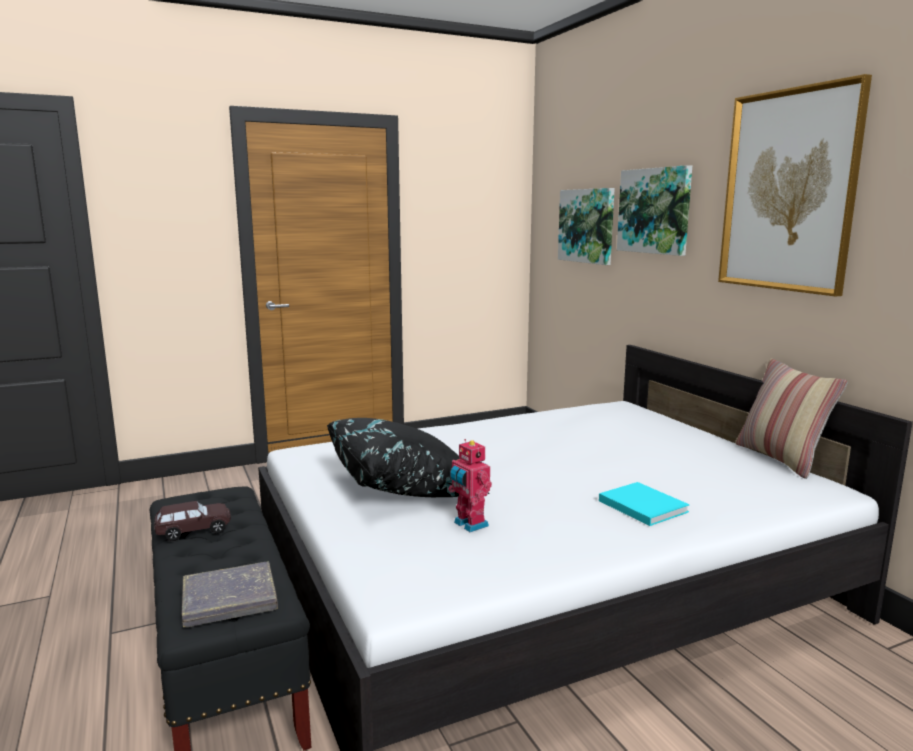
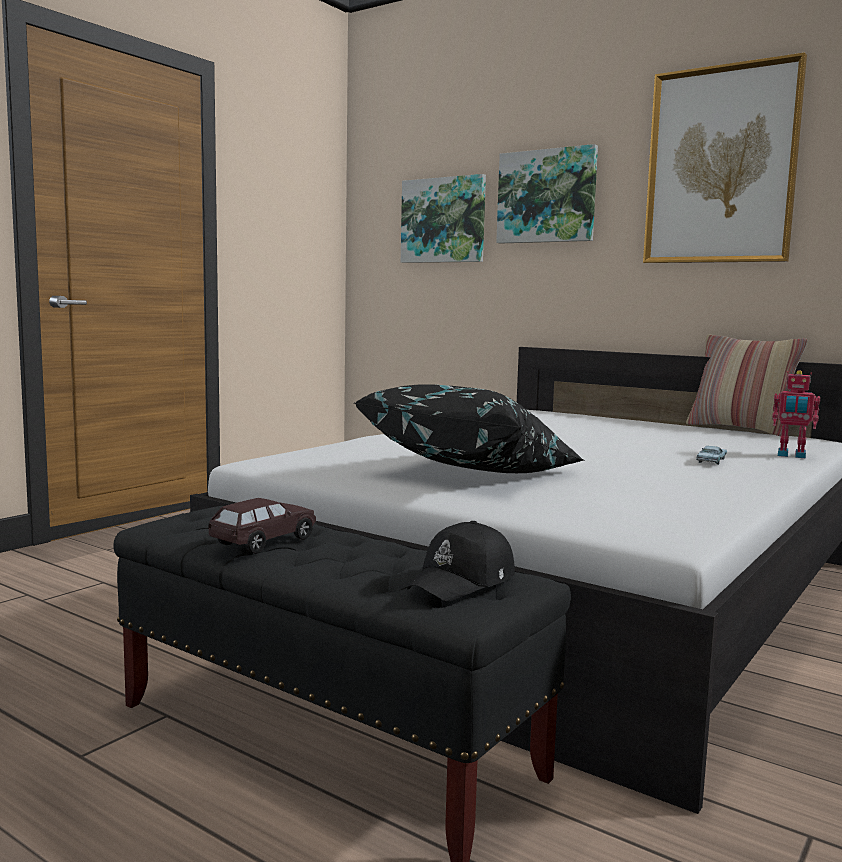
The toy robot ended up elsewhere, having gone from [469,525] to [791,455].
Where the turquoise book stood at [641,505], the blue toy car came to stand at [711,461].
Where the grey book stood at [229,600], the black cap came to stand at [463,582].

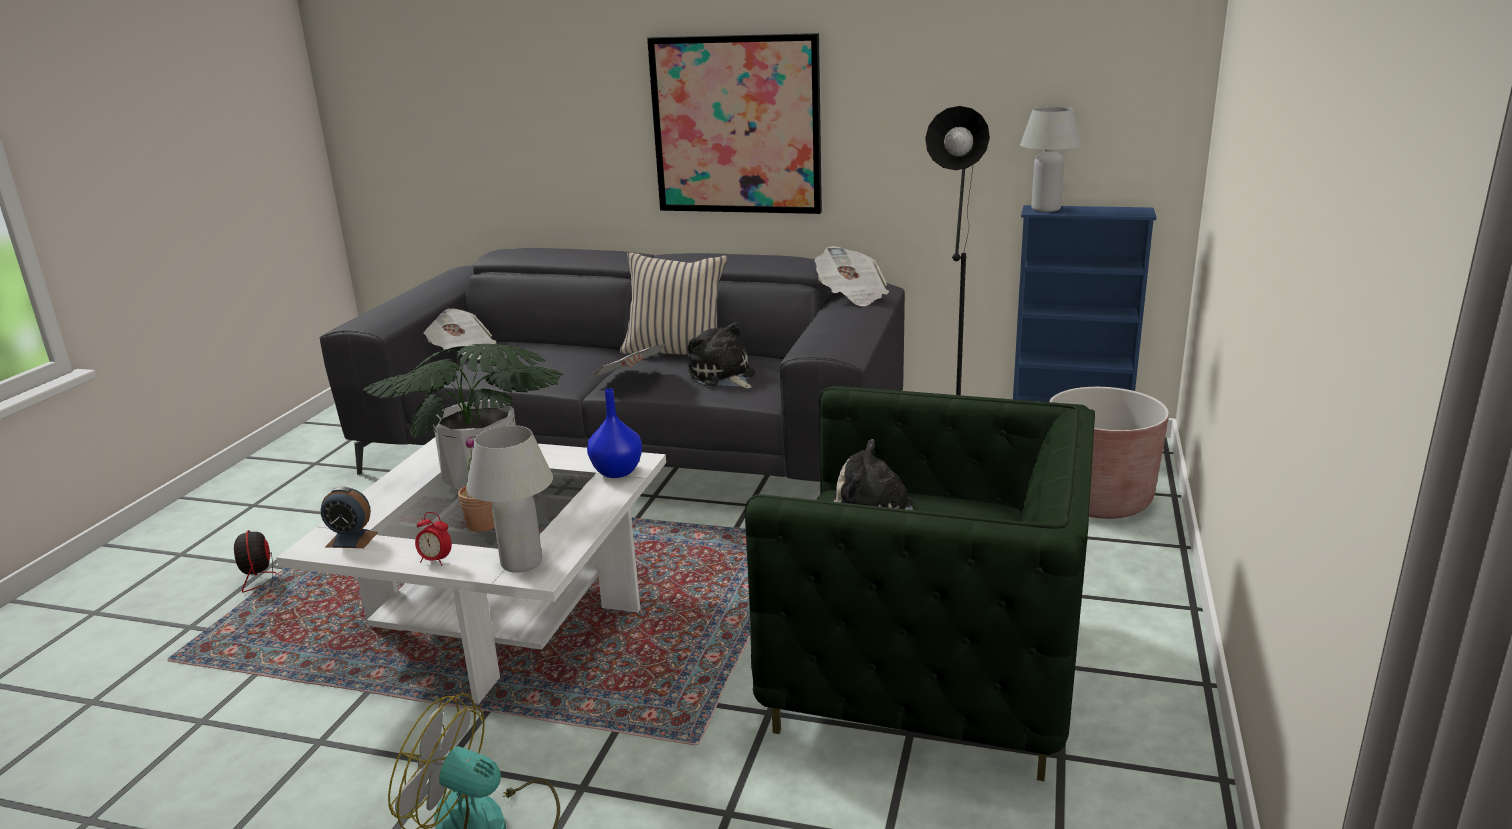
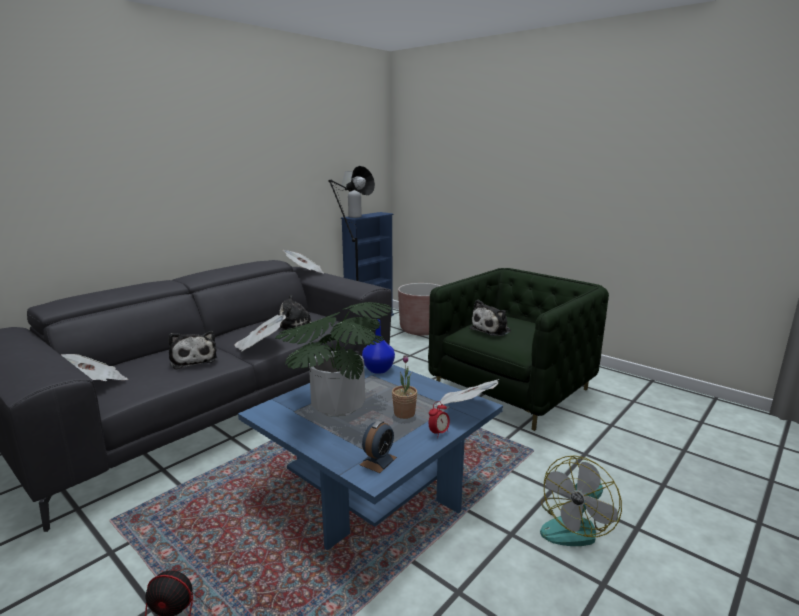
The second view lost the picture at [736,125].
The second view lost the beige pillow at [676,352].
Where the white table lamp stood at [521,563], the newspaper came to stand at [464,408].
What was the white coffee table at [505,619] turned into the blue coffee table at [374,488].
The second view gained the plush toy at [193,359].

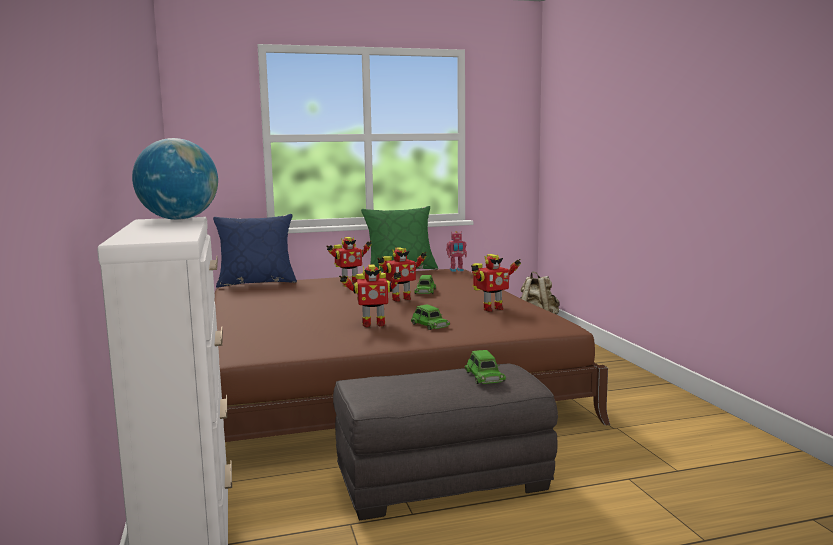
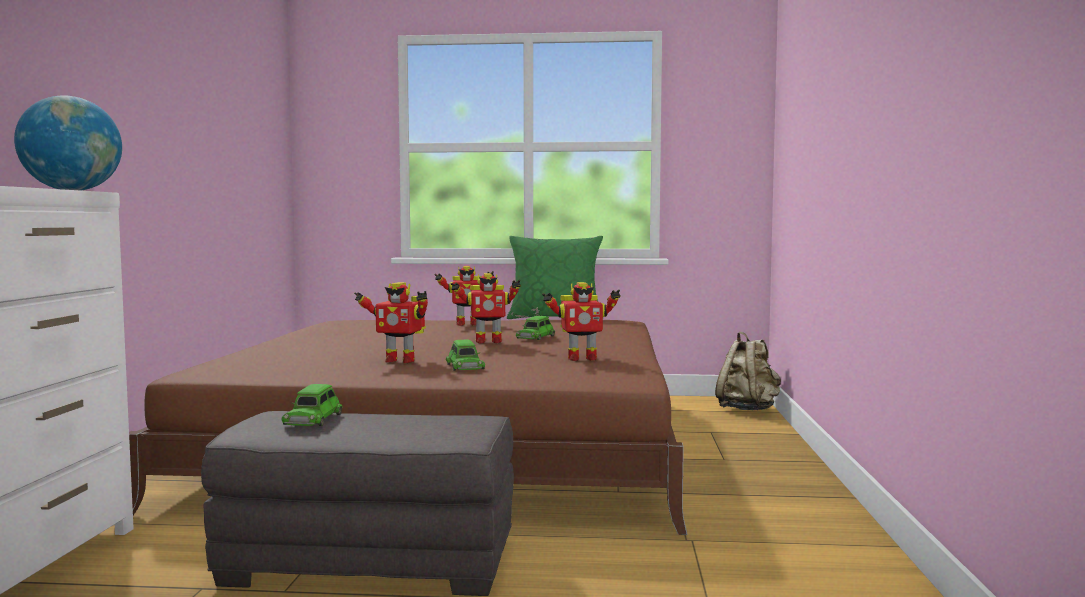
The second view lost the blue pillow at [257,282].
The second view lost the toy robot at [456,270].
The green toy car ended up elsewhere, having gone from [484,376] to [313,419].

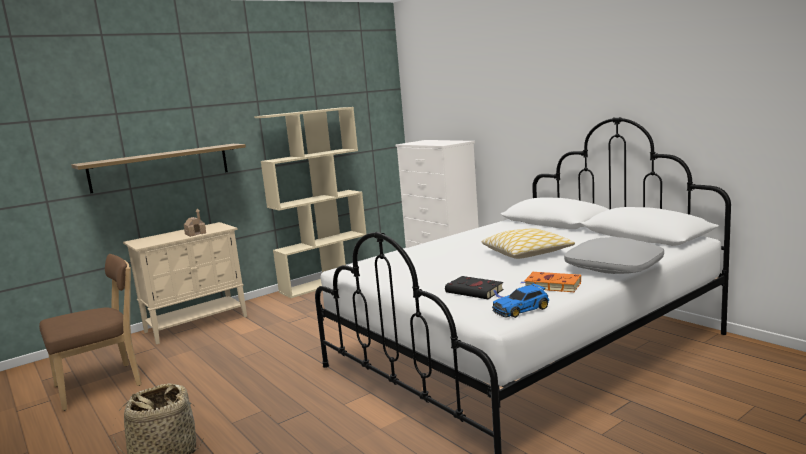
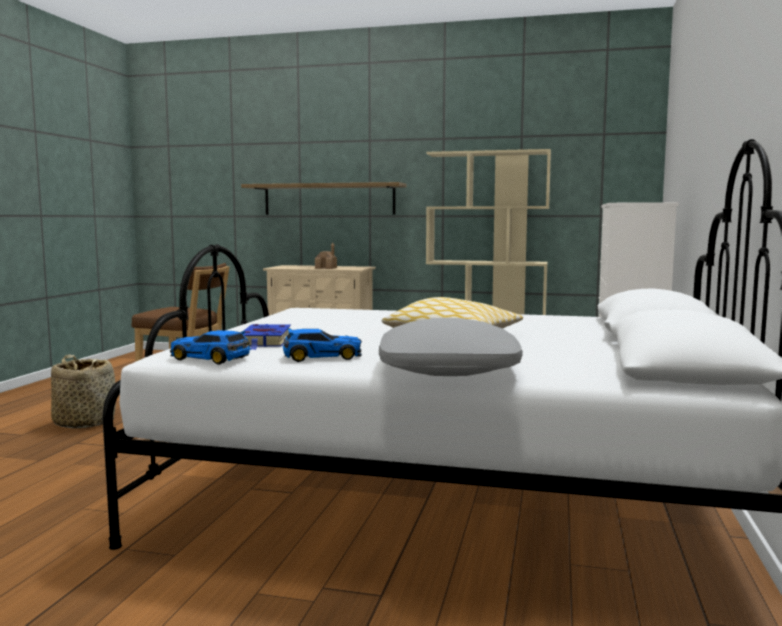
Where the orange book stood at [551,285], the toy car came to stand at [320,357].
What was the black book at [476,291] turned into the blue book at [265,341].

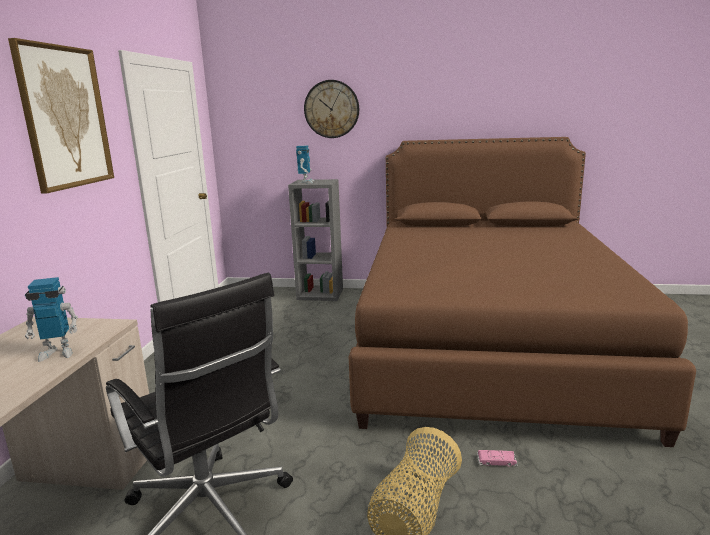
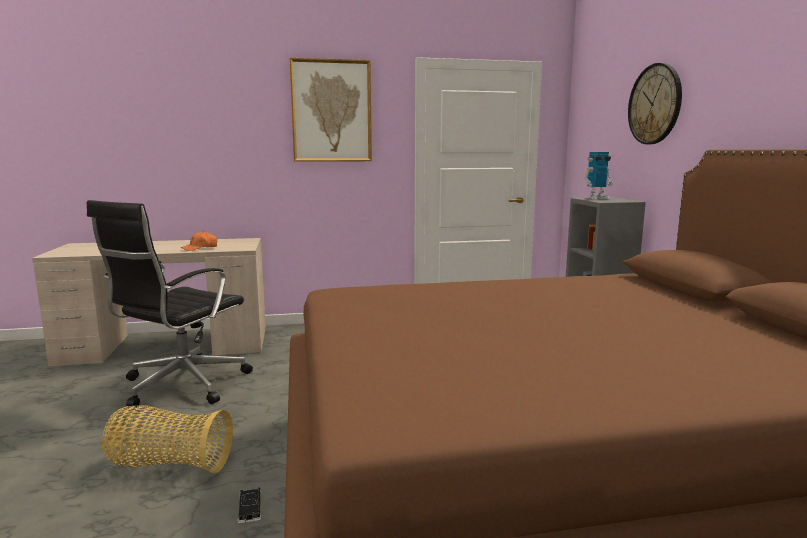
Where the toy robot stood at [58,353], the orange cap came to stand at [200,248].
What was the pink toy car at [496,461] turned into the black toy car at [250,508].

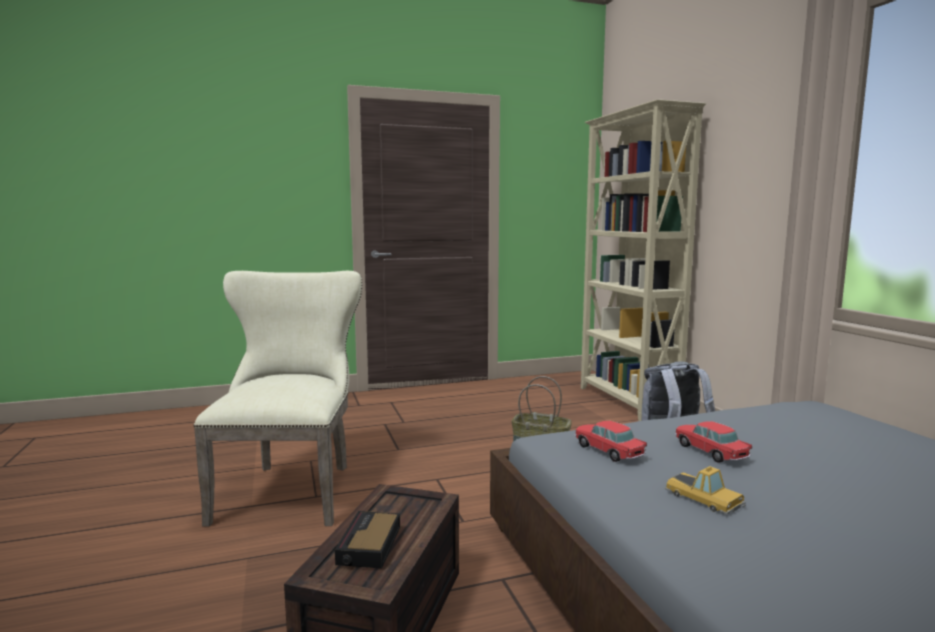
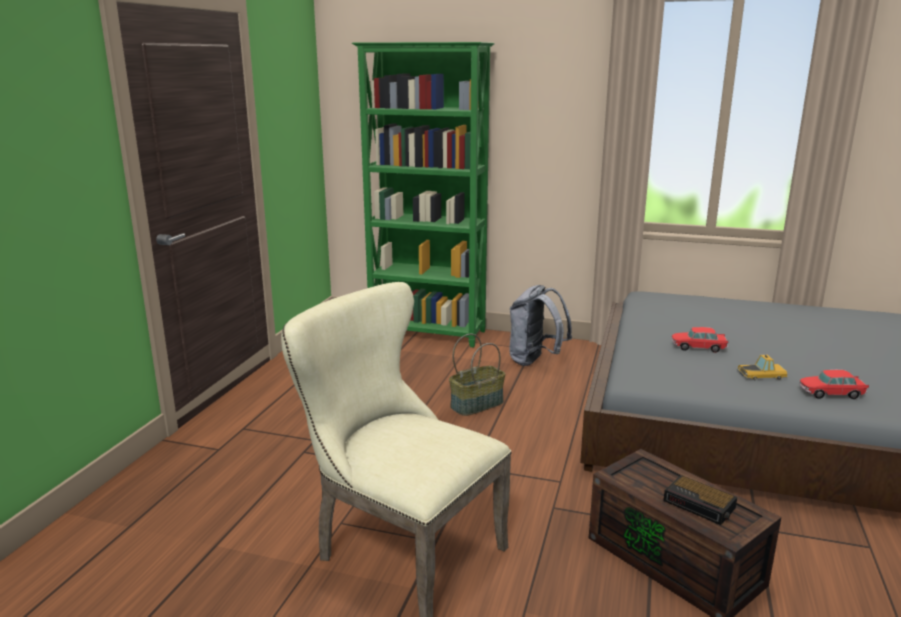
What was the beige bookcase at [627,401] turned into the green bookcase at [428,333].
The toy car ended up elsewhere, having gone from [608,451] to [831,393].

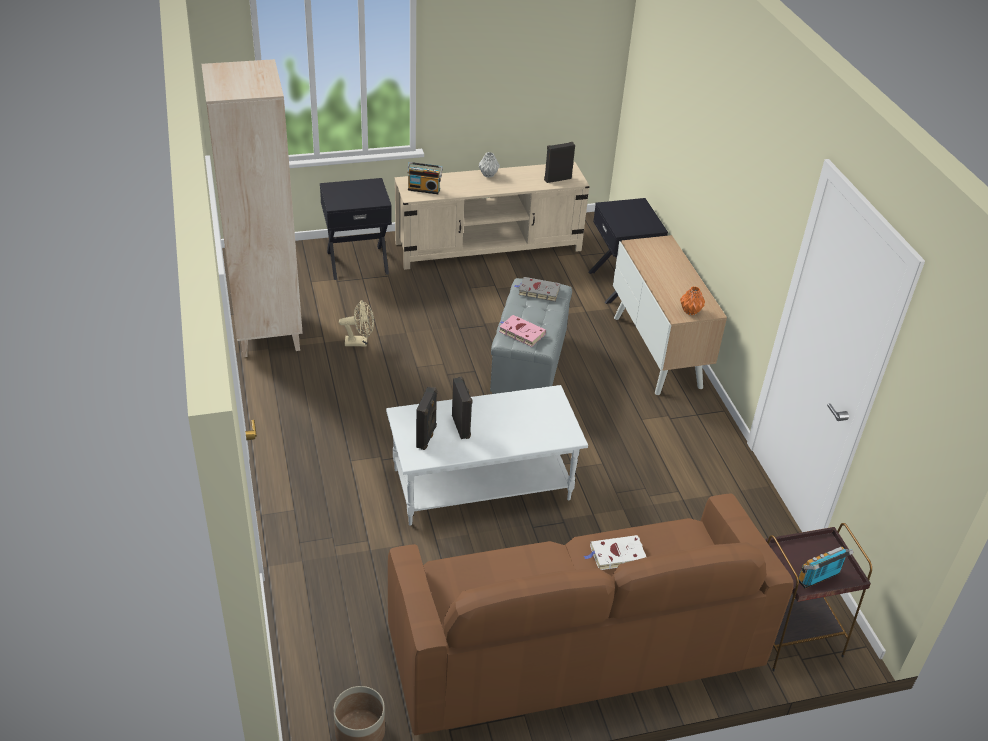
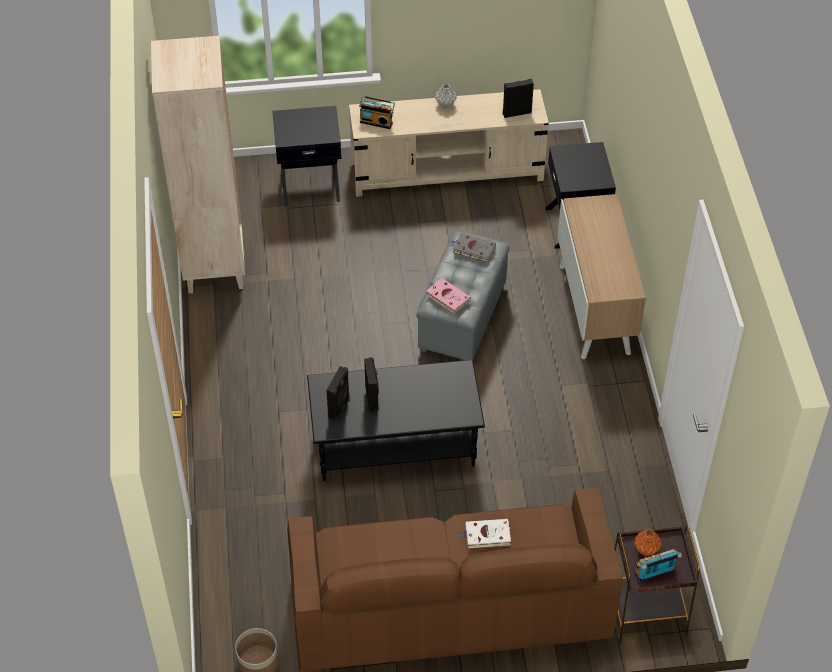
The orange vase ended up elsewhere, having gone from [690,311] to [646,549].
The second view lost the beige fan at [360,342].
What was the white coffee table at [481,486] turned into the black coffee table at [394,446].

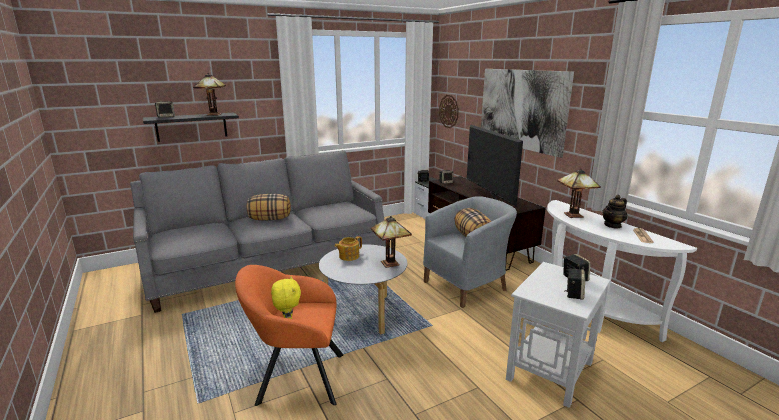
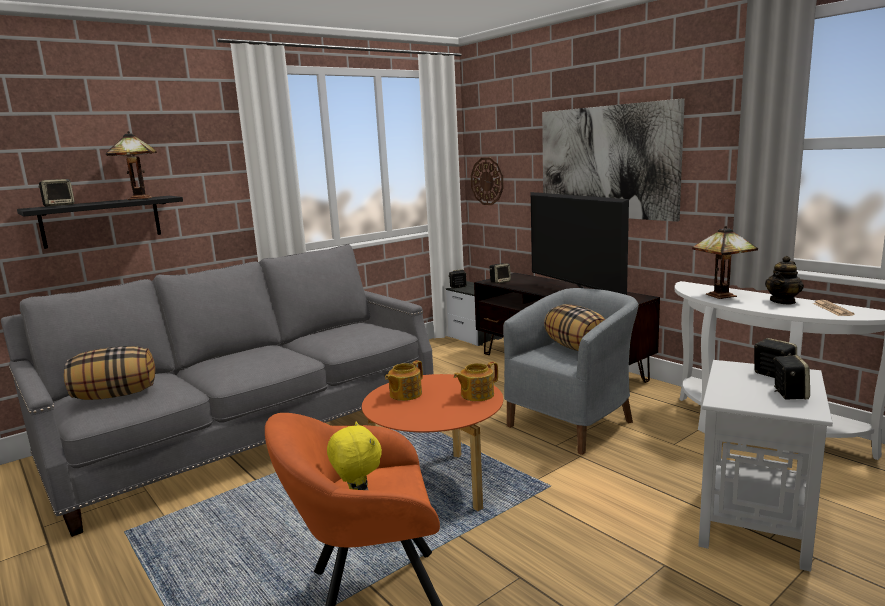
The pillow ended up elsewhere, having gone from [270,219] to [116,395].
Where the table lamp stood at [391,263], the teapot came to stand at [476,395].
What was the grey coffee table at [364,313] turned into the orange coffee table at [437,484].

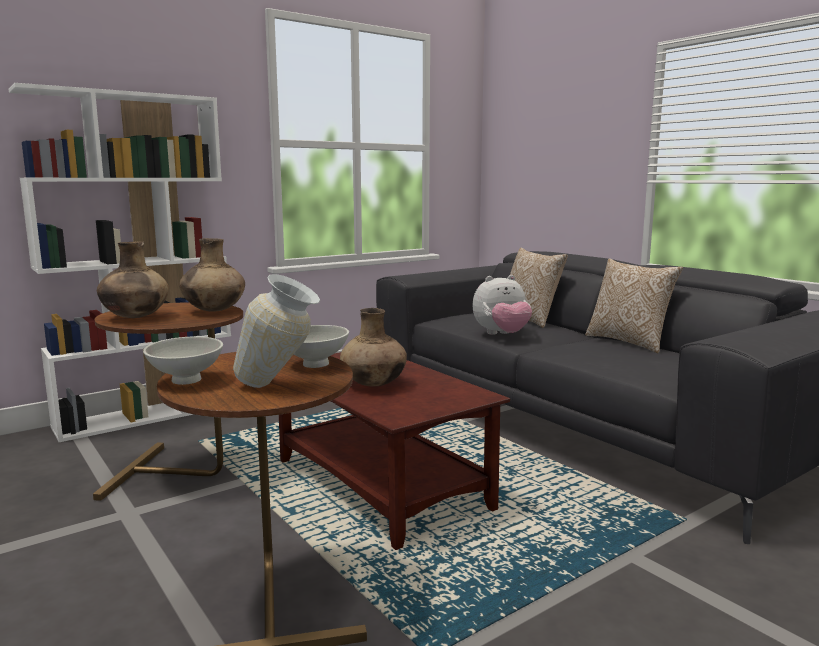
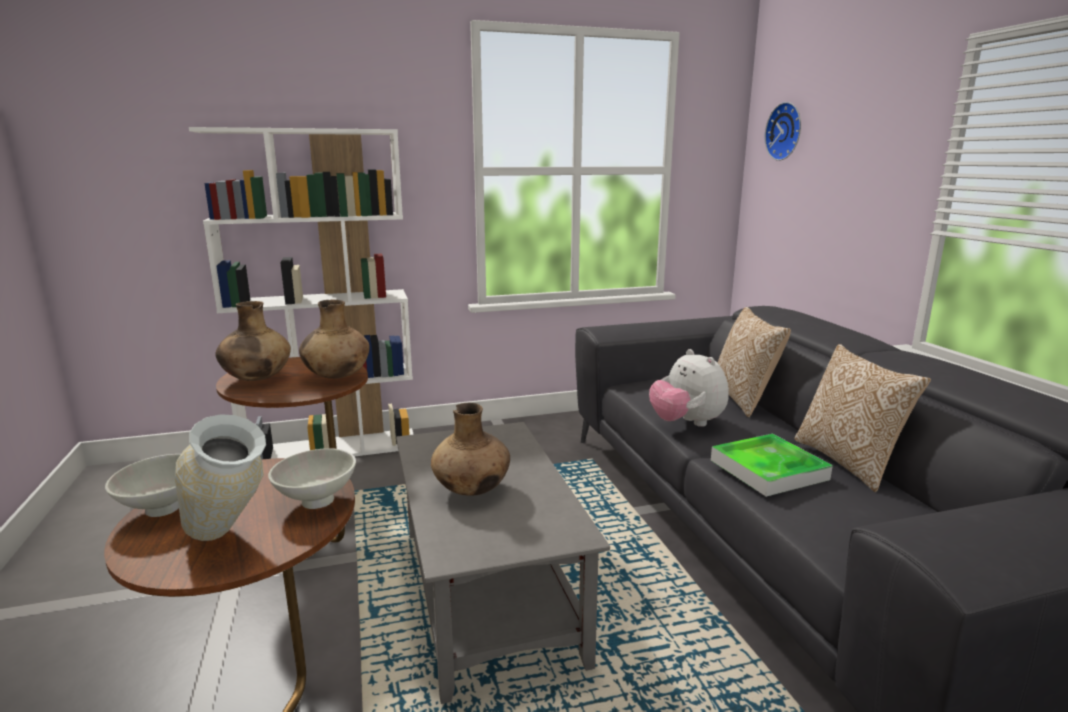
The plush toy at [502,335] ended up facing another way, 60 degrees clockwise from before.
What was the brown coffee table at [382,485] turned into the grey coffee table at [489,594].
The second view gained the wall clock at [786,131].
The second view gained the tray at [768,469].

